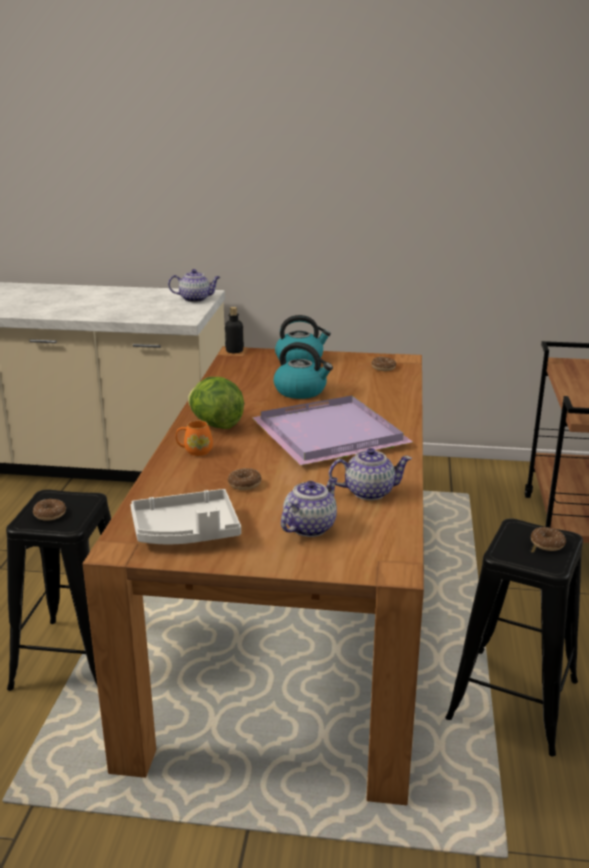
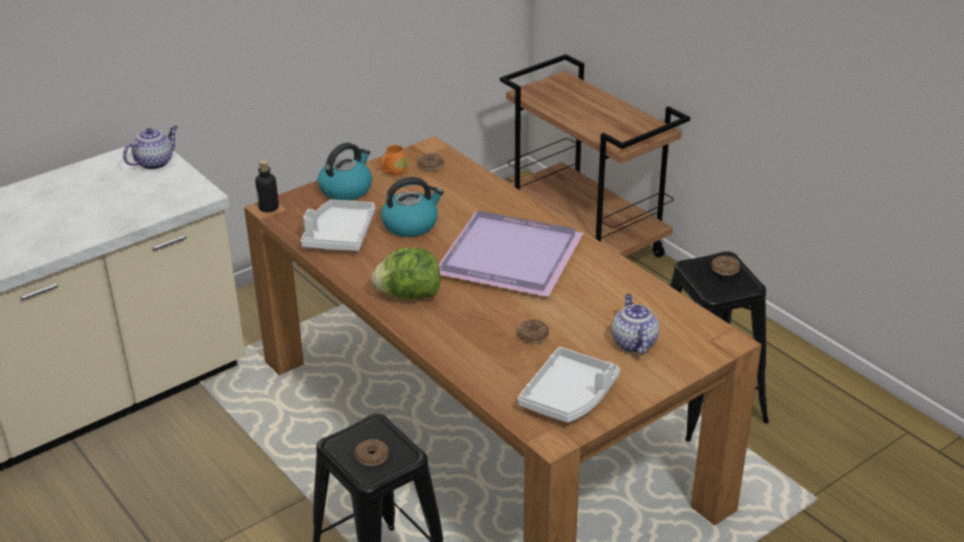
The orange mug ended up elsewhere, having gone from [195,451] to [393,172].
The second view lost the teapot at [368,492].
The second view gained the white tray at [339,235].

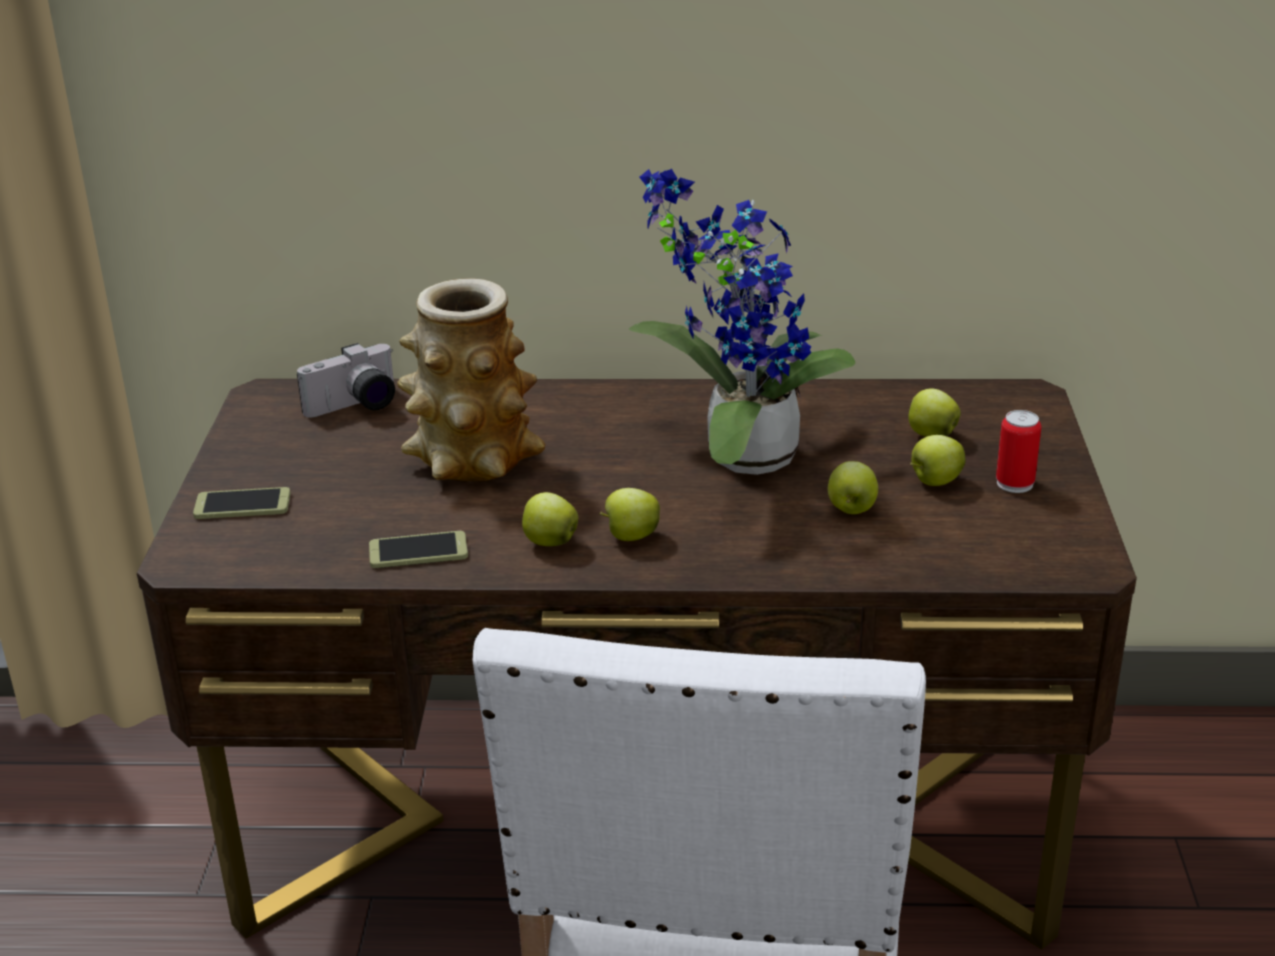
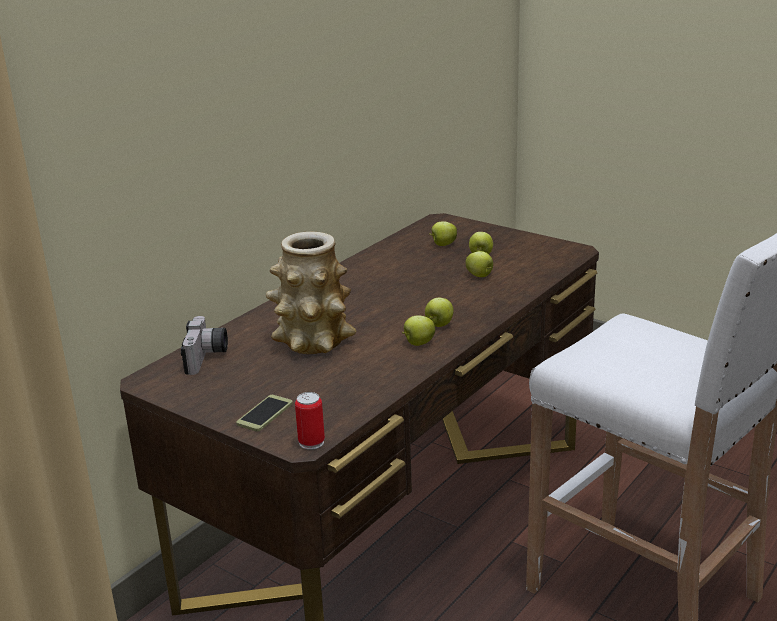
The second view lost the potted plant at [739,455].
The can ended up elsewhere, having gone from [1014,483] to [311,442].
The second view lost the phone at [418,551].

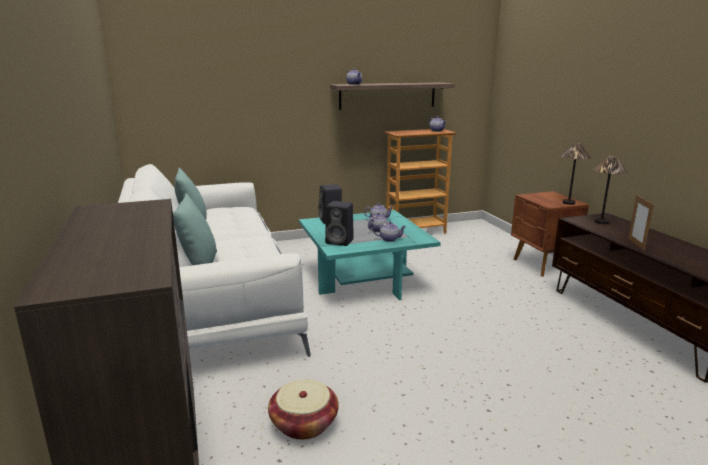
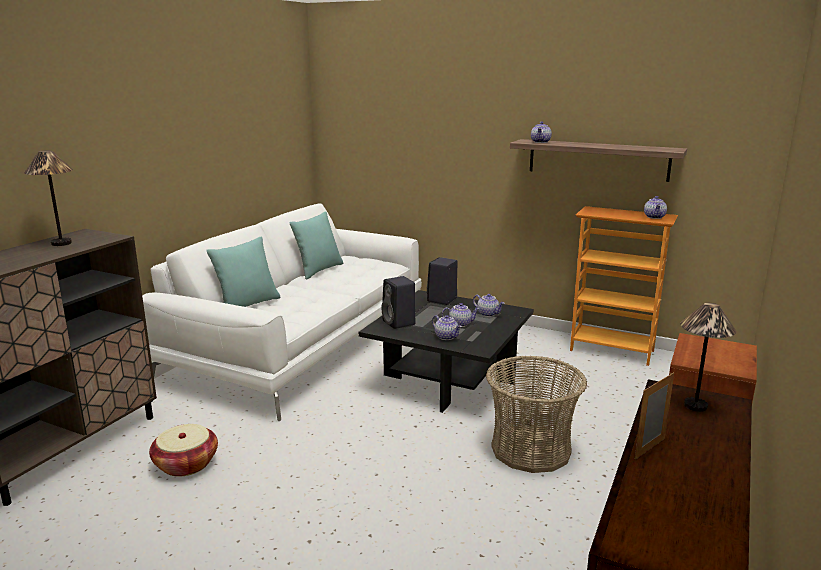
The table lamp ended up elsewhere, having gone from [569,203] to [61,243].
What was the turquoise coffee table at [364,280] turned into the black coffee table at [448,379].
The second view gained the basket at [531,449].

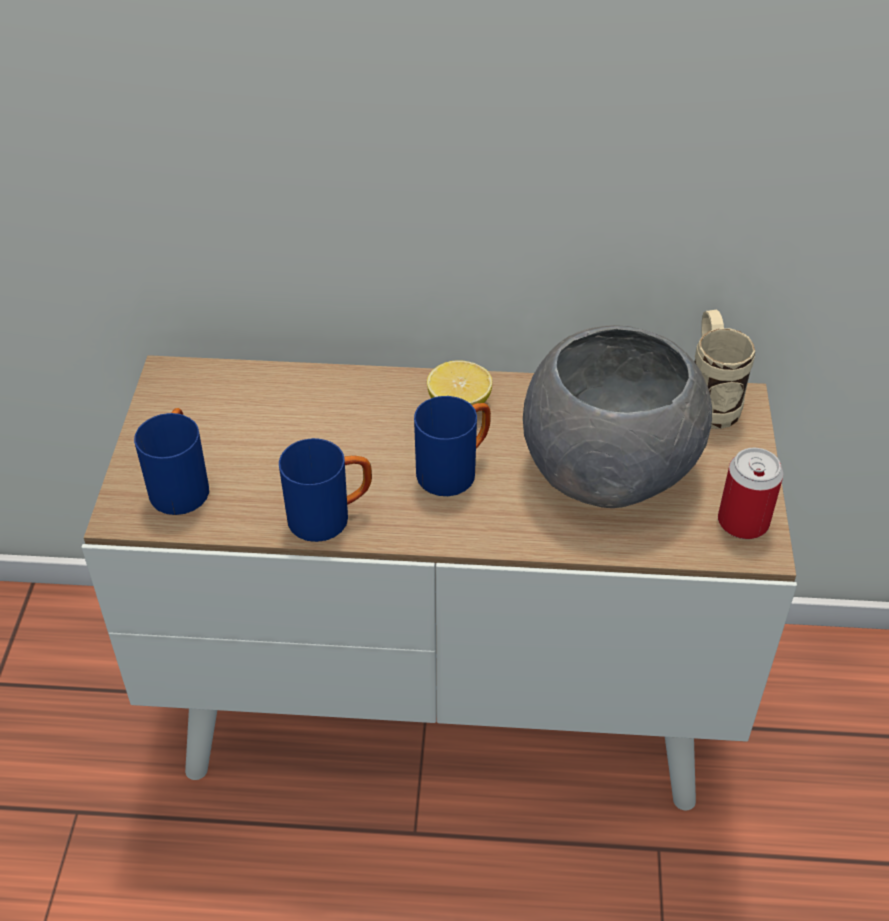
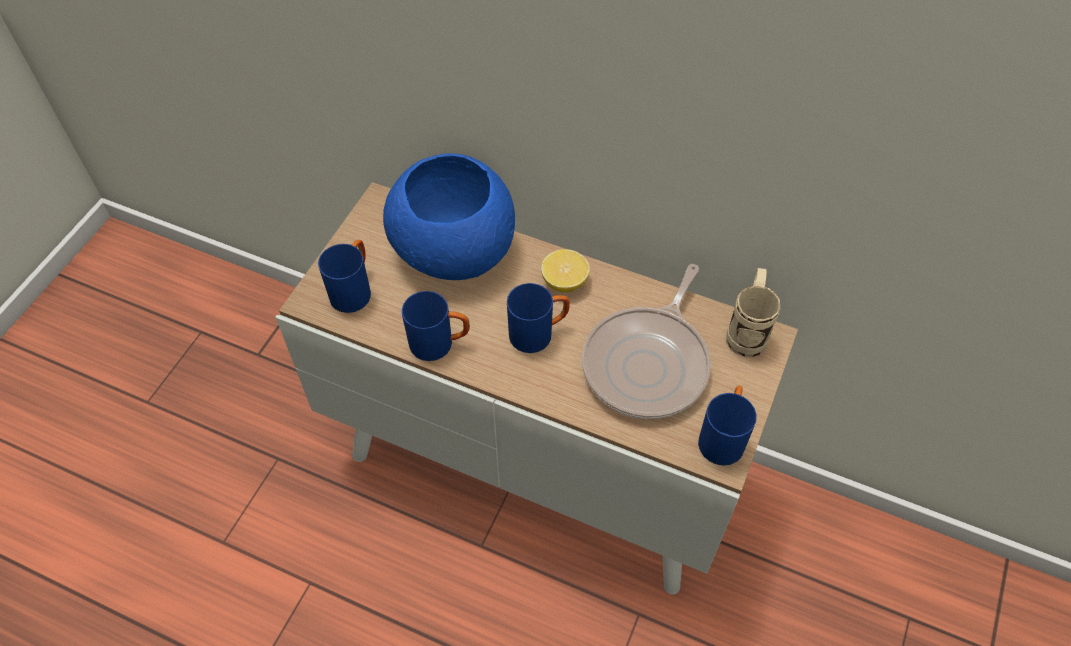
Where the grey bowl stood at [610,466], the frying pan came to stand at [648,363].
Where the can stood at [743,522], the blue mug came to stand at [723,437].
The second view gained the blue bowl at [452,249].

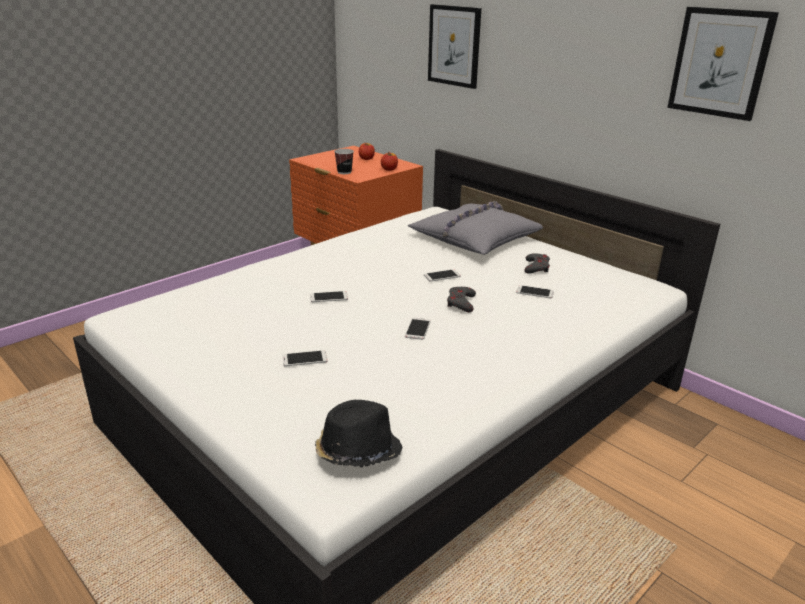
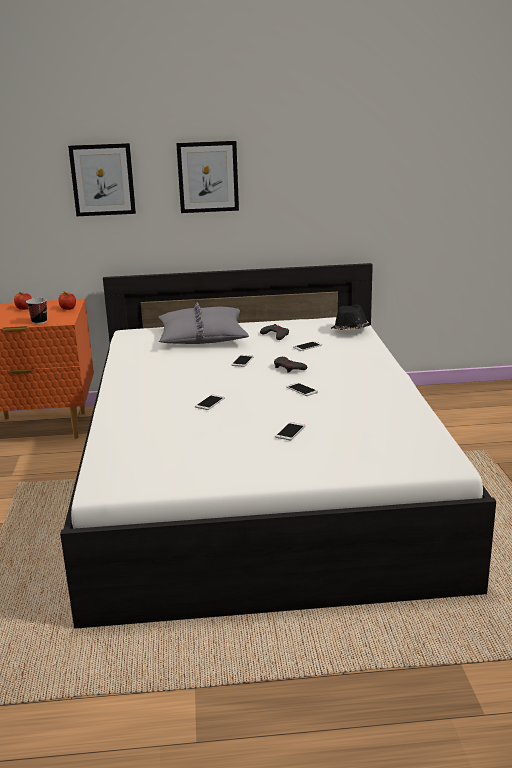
The picture ended up elsewhere, having gone from [720,63] to [208,177].
The black hat ended up elsewhere, having gone from [357,452] to [350,330].

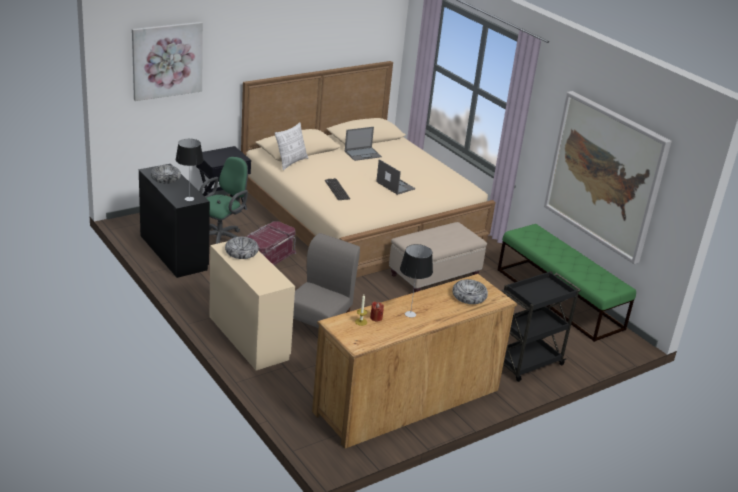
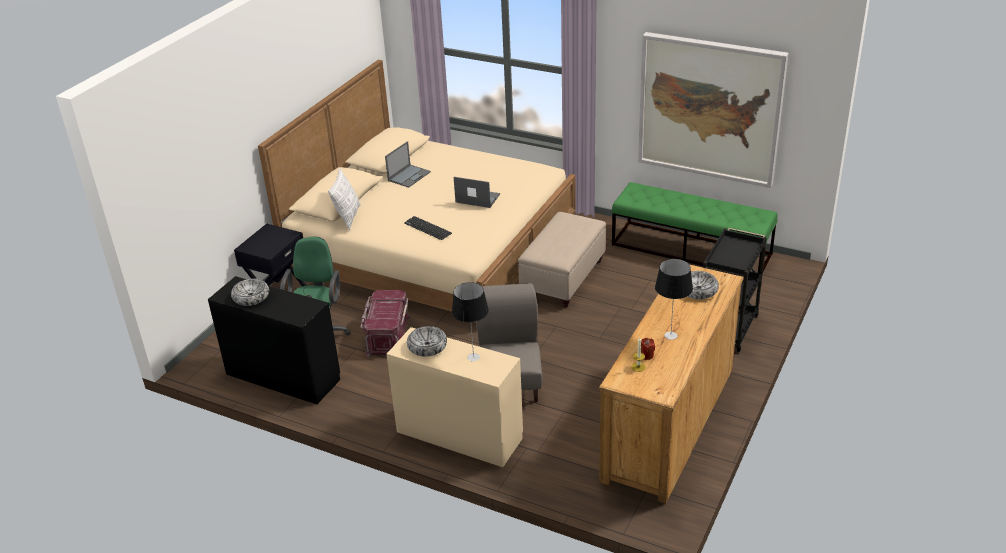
The second view lost the picture at [167,60].
The table lamp ended up elsewhere, having gone from [189,199] to [473,357].

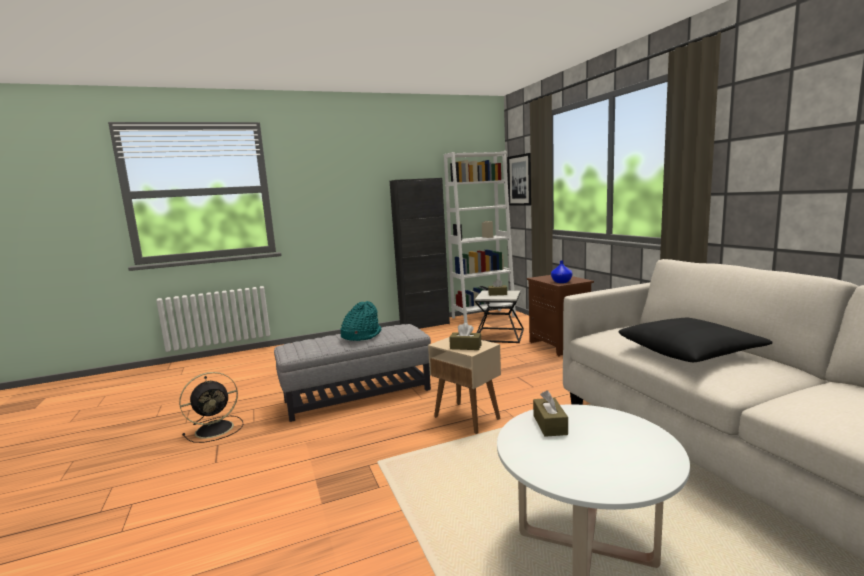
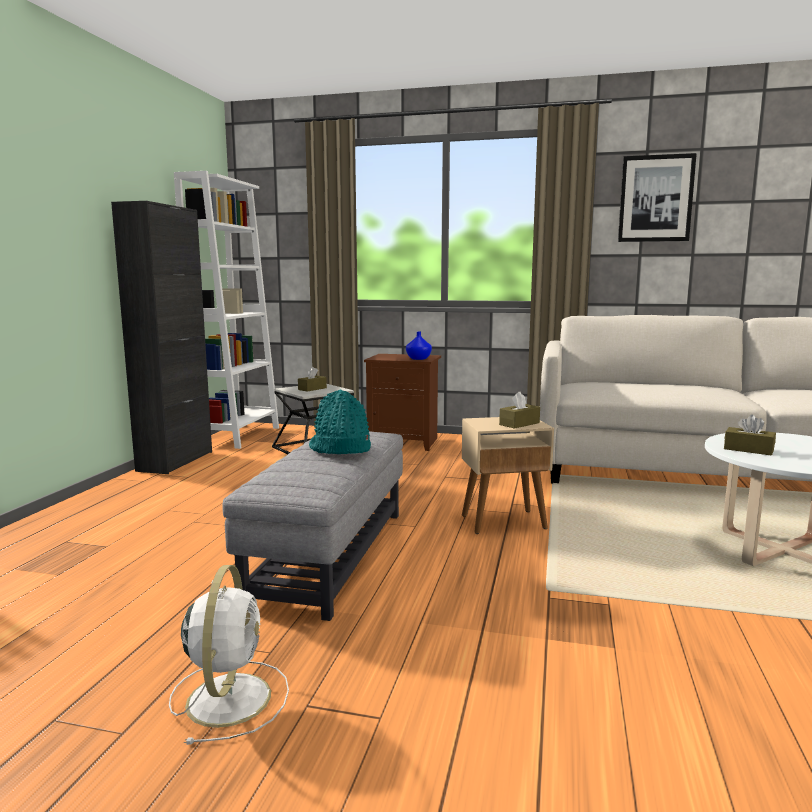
The picture ended up elsewhere, having gone from [520,180] to [655,199].
The second view lost the black pillow at [689,351].
What was the black fan at [216,429] turned into the white fan at [230,697].

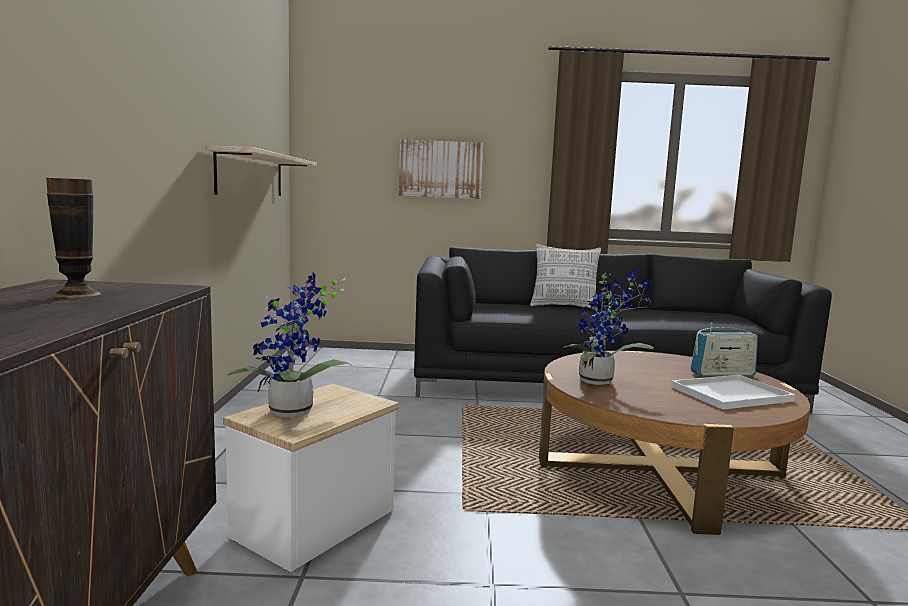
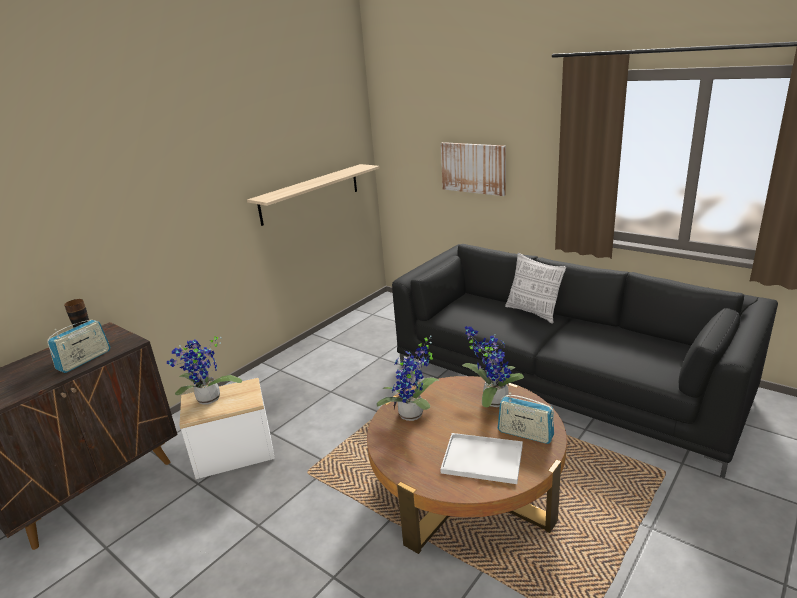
The second view gained the radio at [84,360].
The second view gained the potted plant at [492,400].

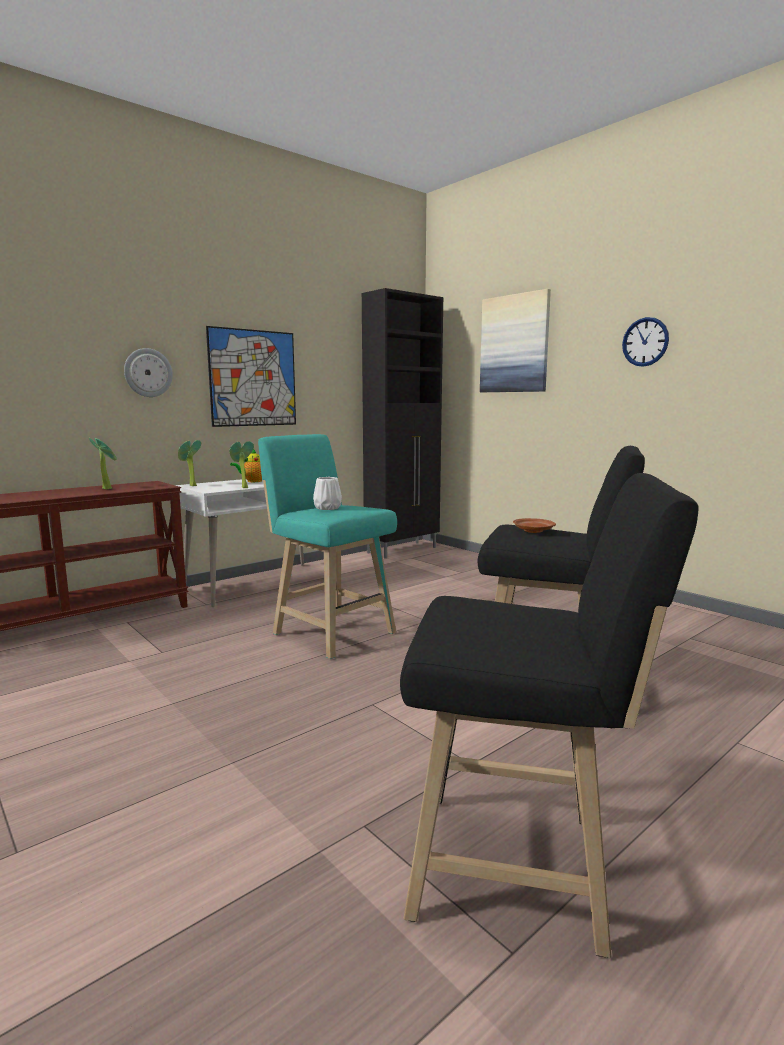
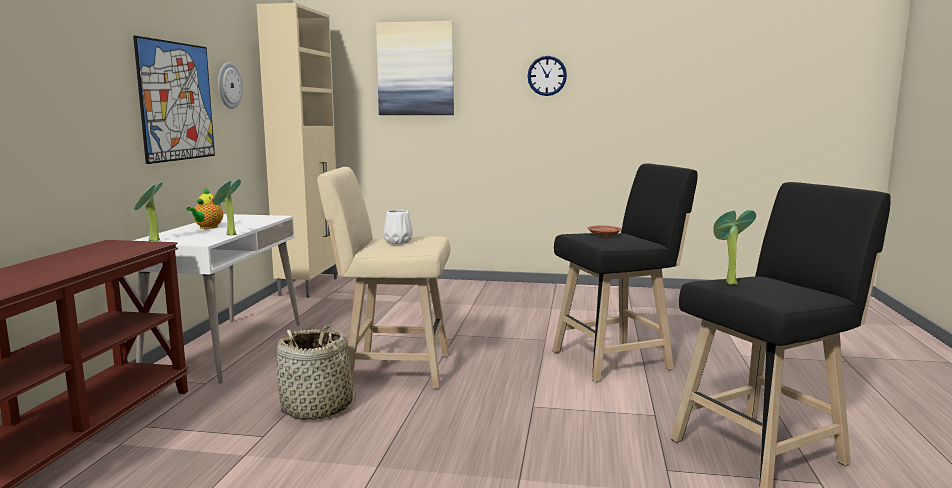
What was the black cabinet at [403,550] turned into the beige cabinet at [310,286].
The wall clock ended up elsewhere, having gone from [148,373] to [229,85].
What was the turquoise stool at [330,632] turned into the beige stool at [392,369].
The potted plant ended up elsewhere, having gone from [107,488] to [728,283].
The second view gained the basket at [317,408].

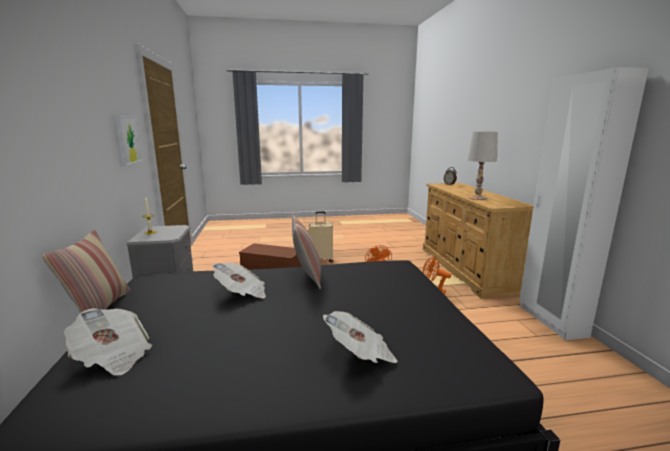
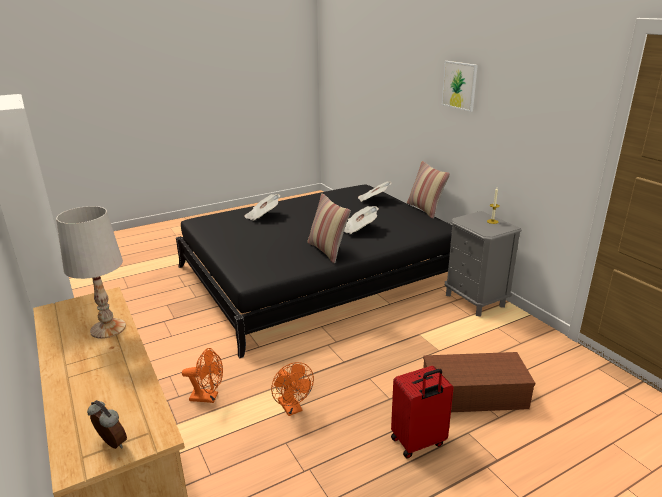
The picture ended up elsewhere, having gone from [128,140] to [459,85].
What was the beige suitcase at [321,260] turned into the red suitcase at [418,442].

